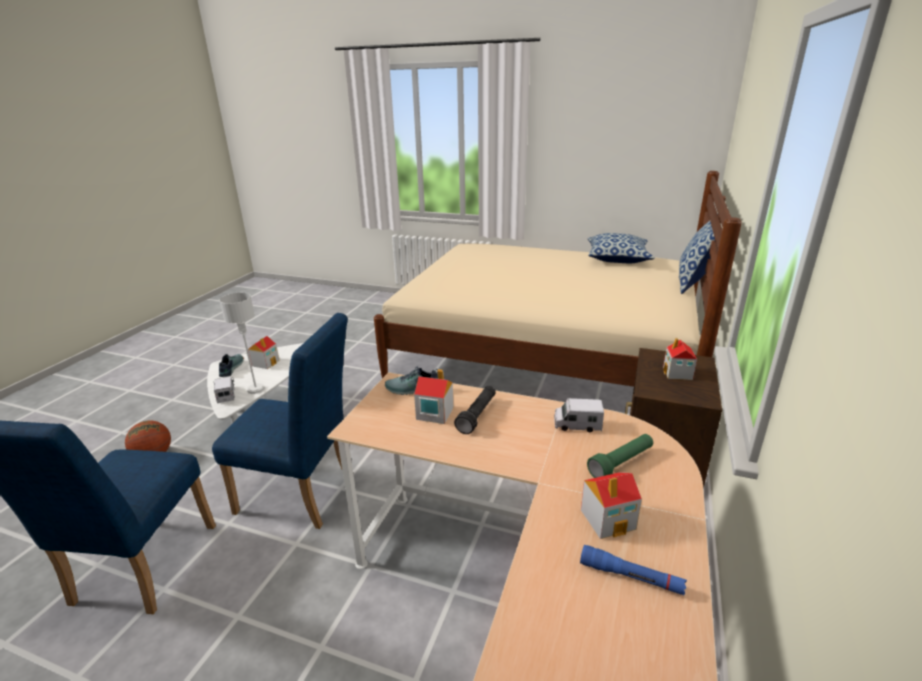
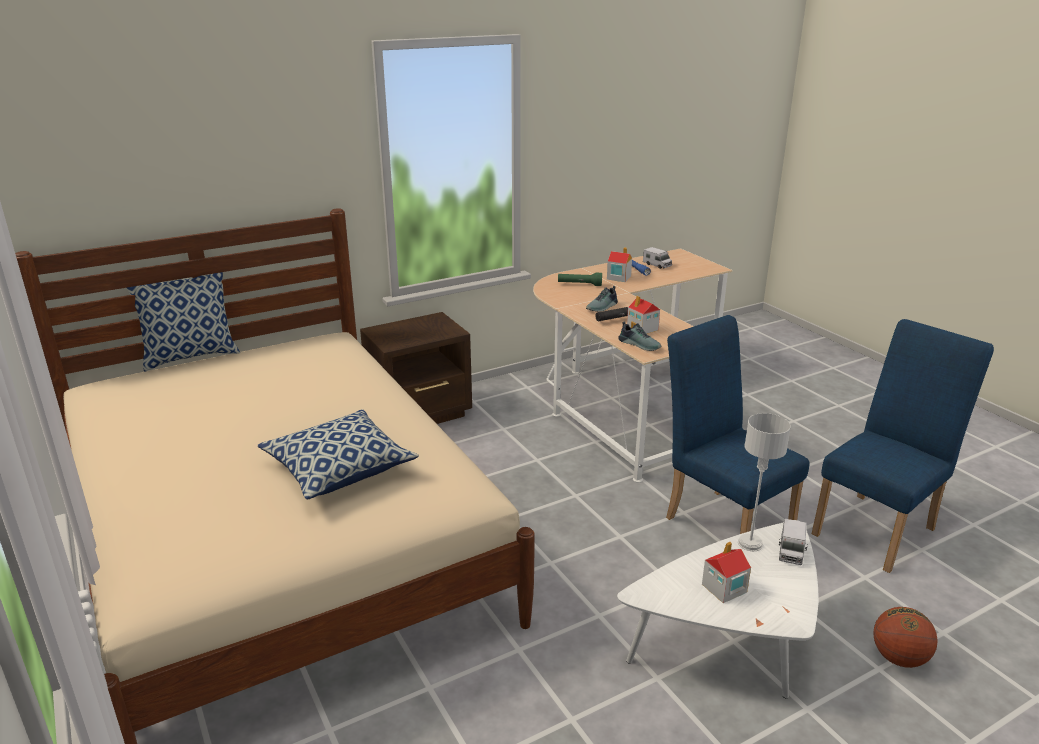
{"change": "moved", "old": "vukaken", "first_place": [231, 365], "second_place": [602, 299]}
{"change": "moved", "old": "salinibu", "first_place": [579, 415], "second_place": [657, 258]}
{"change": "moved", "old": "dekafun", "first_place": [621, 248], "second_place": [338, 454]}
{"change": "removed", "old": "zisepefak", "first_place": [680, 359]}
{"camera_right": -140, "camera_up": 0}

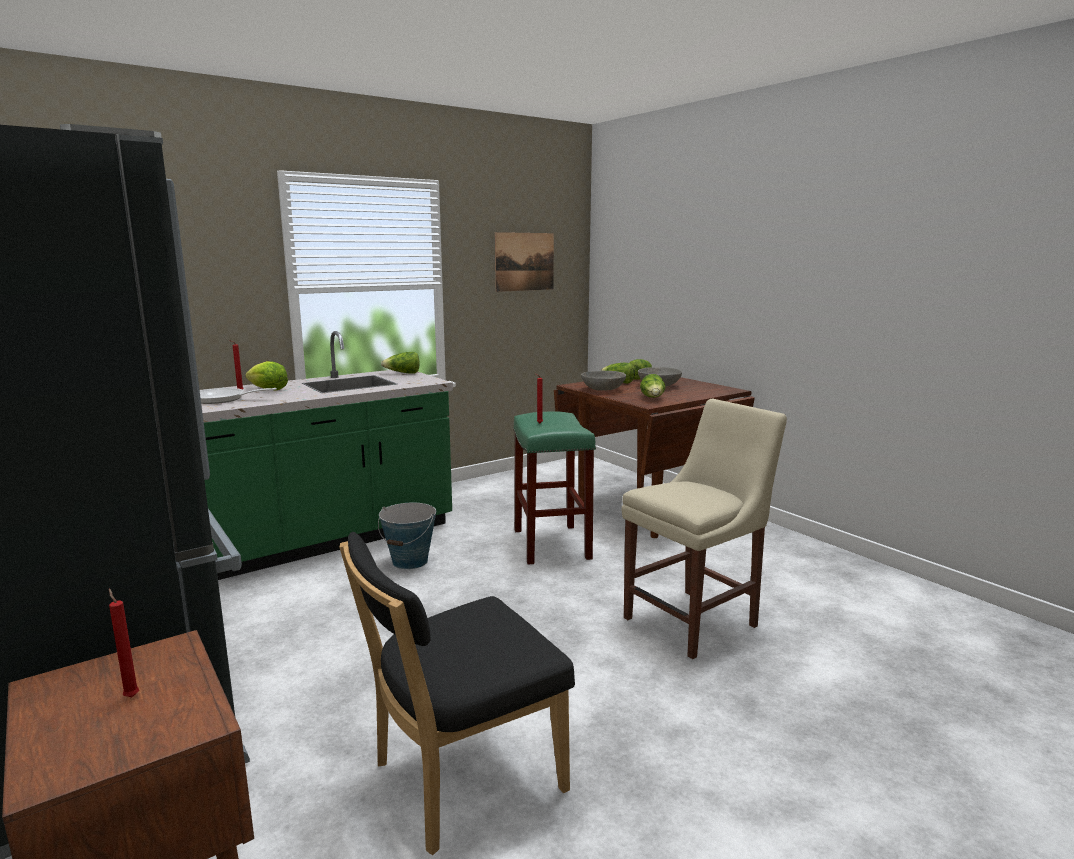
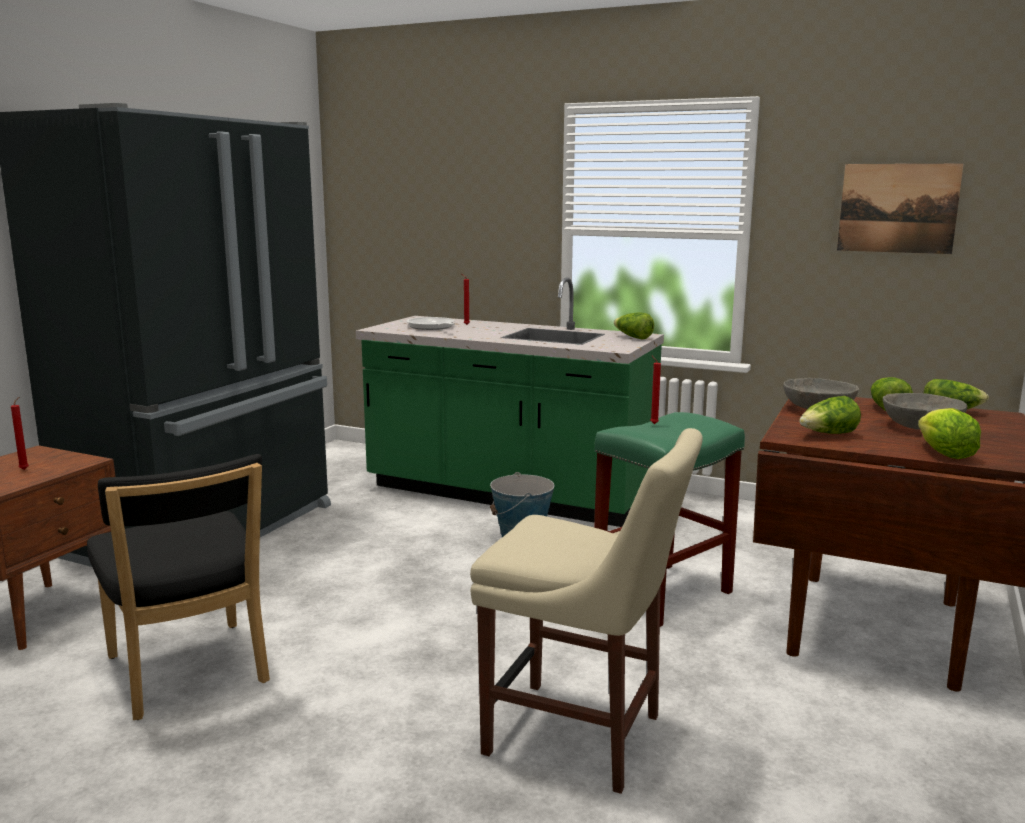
{"change": "moved", "old": "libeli", "first_place": [266, 375], "second_place": [949, 433]}
{"change": "turned", "old": "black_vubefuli", "first_place": [457, 693], "second_place": [178, 587], "degrees": -150}
{"camera_right": 60, "camera_up": 0}

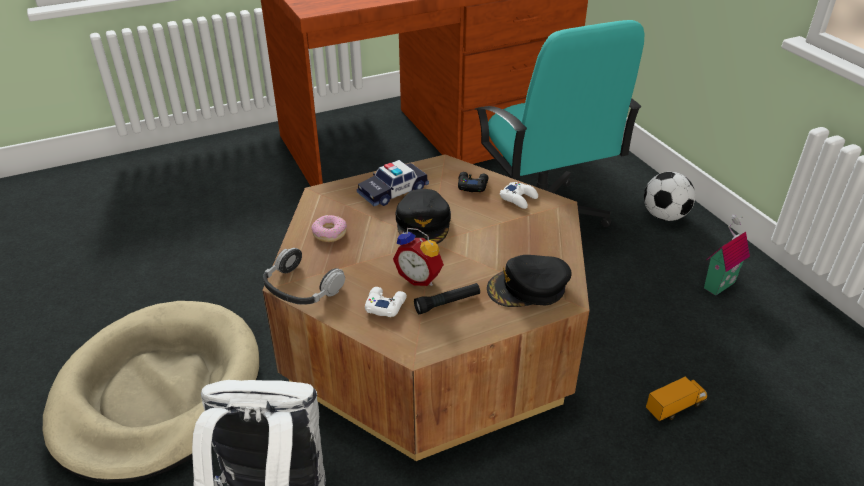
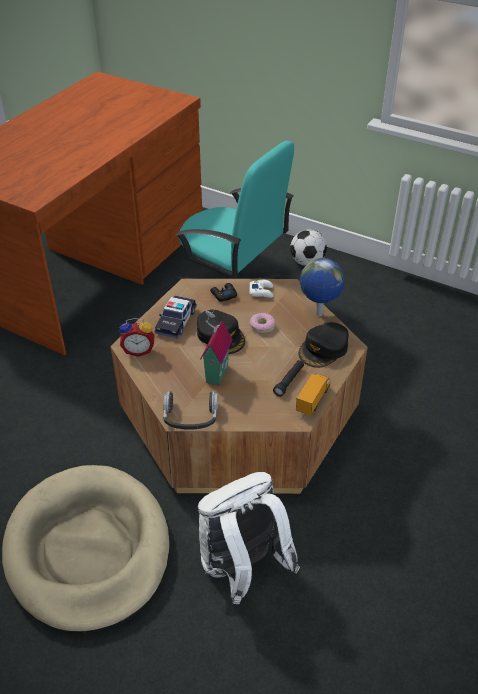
{"change": "moved", "old": "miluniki", "first_place": [329, 228], "second_place": [262, 323]}
{"change": "removed", "old": "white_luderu", "first_place": [386, 302]}
{"change": "moved", "old": "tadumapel", "first_place": [418, 257], "second_place": [136, 337]}
{"change": "moved", "old": "salinibu", "first_place": [676, 398], "second_place": [313, 395]}
{"change": "moved", "old": "zisepefak", "first_place": [727, 255], "second_place": [216, 347]}
{"change": "added", "new": "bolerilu", "second_place": [322, 287]}
{"camera_right": -35, "camera_up": 5}

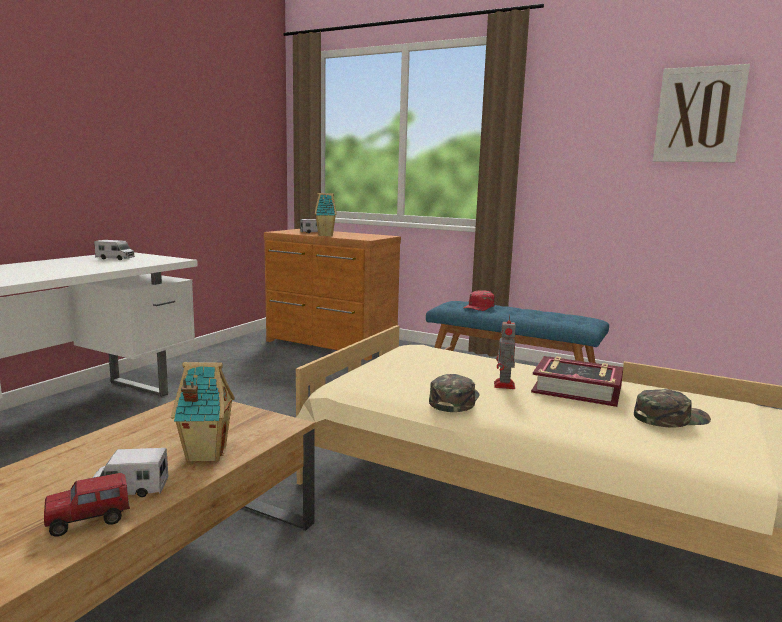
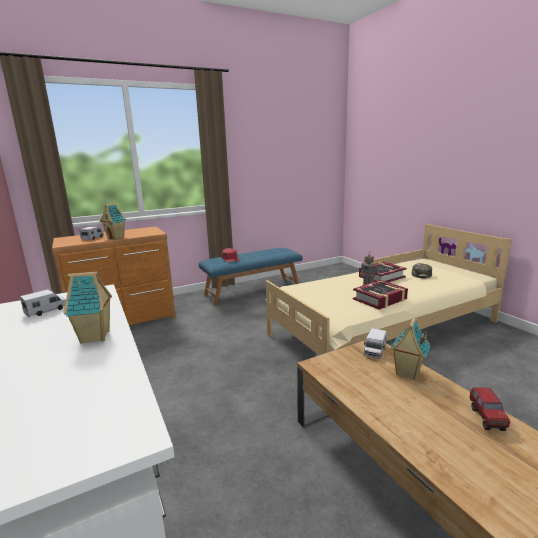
{"change": "moved", "old": "salinibu", "first_place": [130, 472], "second_place": [375, 343]}
{"change": "replaced", "old": "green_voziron", "new": "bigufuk", "first_place": [454, 393], "second_place": [380, 295]}
{"change": "removed", "old": "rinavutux", "first_place": [701, 113]}
{"change": "added", "new": "zisepefak", "second_place": [88, 308]}
{"camera_right": -55, "camera_up": 5}

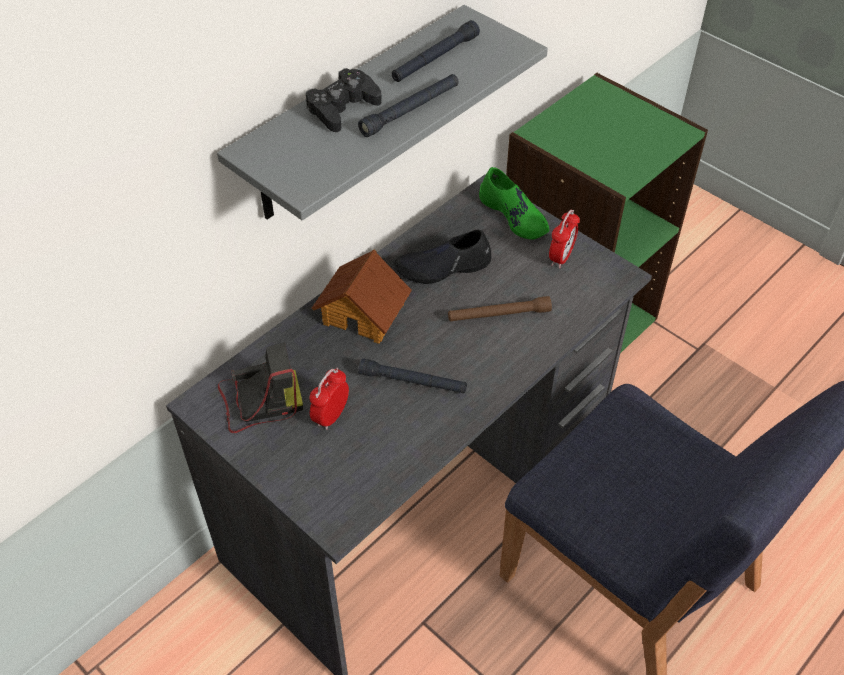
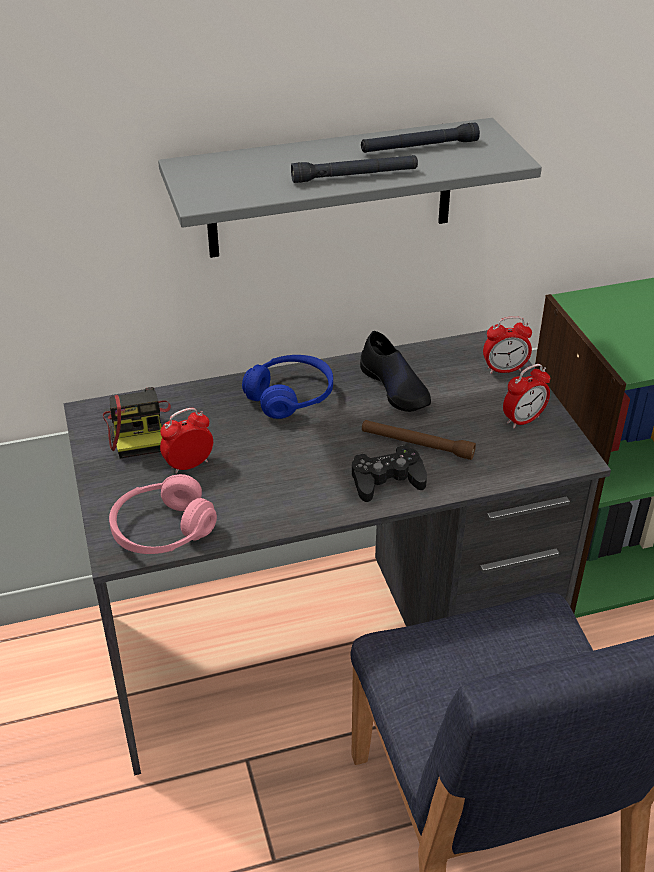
{"change": "turned", "old": "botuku", "first_place": [260, 388], "second_place": [137, 423], "degrees": 60}
{"change": "moved", "old": "black_luderu", "first_place": [344, 100], "second_place": [389, 473]}
{"change": "replaced", "old": "zisepefak", "new": "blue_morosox", "first_place": [362, 296], "second_place": [287, 387]}
{"change": "removed", "old": "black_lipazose", "first_place": [412, 375]}
{"change": "turned", "old": "black_vukaken", "first_place": [442, 257], "second_place": [395, 371], "degrees": -135}
{"change": "replaced", "old": "green_vukaken", "new": "tadumapel", "first_place": [514, 203], "second_place": [507, 345]}
{"change": "added", "new": "pink_morosox", "second_place": [163, 514]}
{"camera_right": 30, "camera_up": -10}

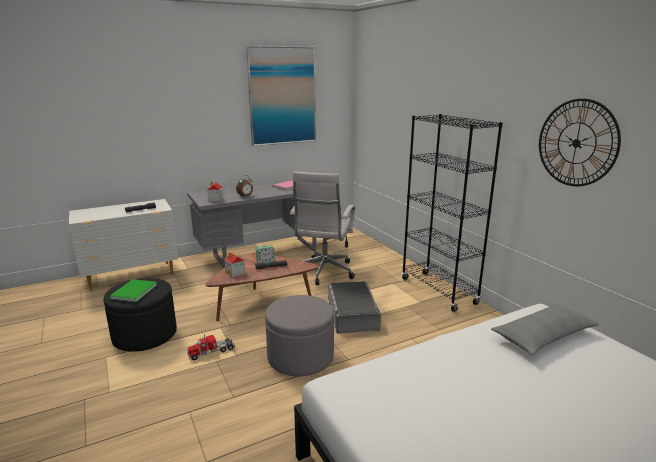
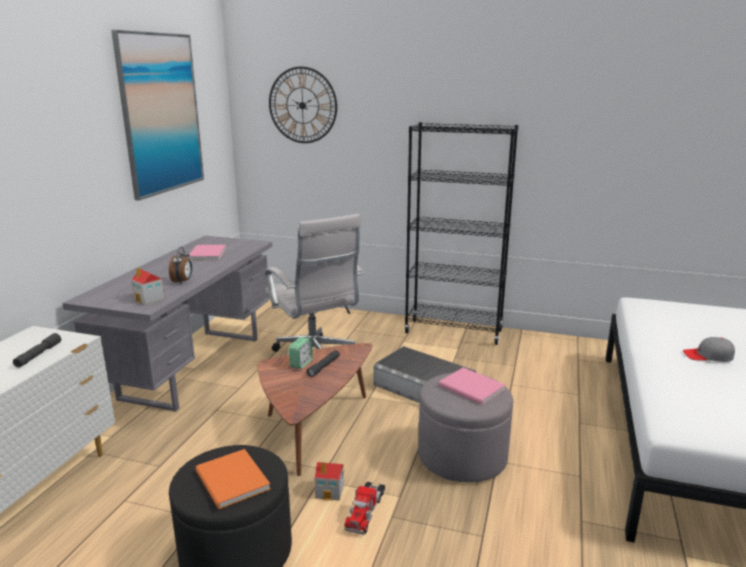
{"change": "recoloured", "old": "green_bigufuk", "new": "orange_bigufuk", "first_place": [133, 290], "second_place": [232, 479]}
{"change": "moved", "old": "zisepefak", "first_place": [234, 264], "second_place": [329, 481]}
{"change": "removed", "old": "grey_dekafun", "first_place": [545, 329]}
{"change": "moved", "old": "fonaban", "first_place": [580, 142], "second_place": [303, 105]}
{"change": "added", "new": "pink_bigufuk", "second_place": [472, 386]}
{"change": "added", "new": "grey_voziron", "second_place": [709, 349]}
{"camera_right": -45, "camera_up": 0}

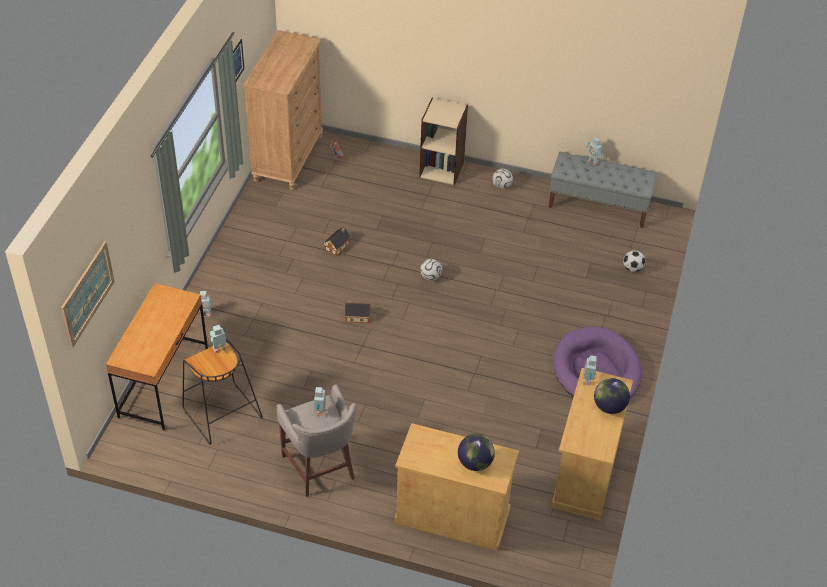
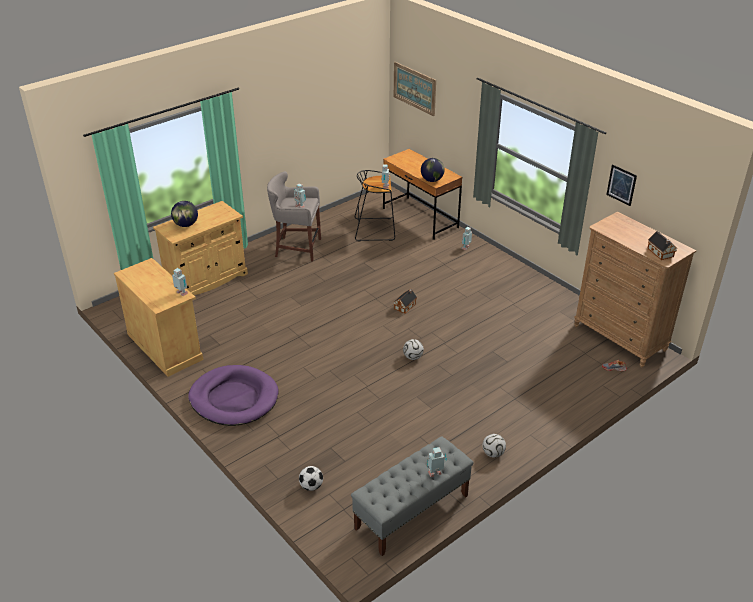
{"change": "moved", "old": "zisepefak", "first_place": [337, 241], "second_place": [663, 245]}
{"change": "removed", "old": "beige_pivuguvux", "first_place": [443, 141]}
{"change": "moved", "old": "bolerilu", "first_place": [612, 396], "second_place": [433, 170]}
{"camera_right": 125, "camera_up": -10}

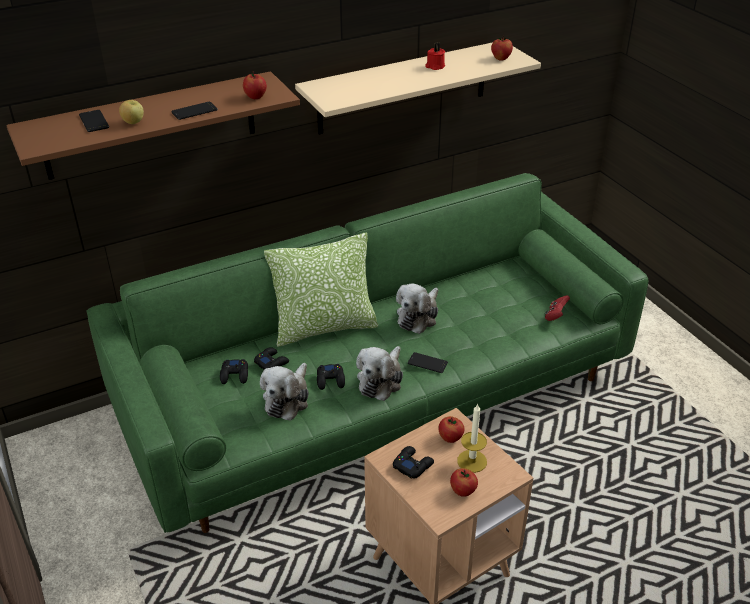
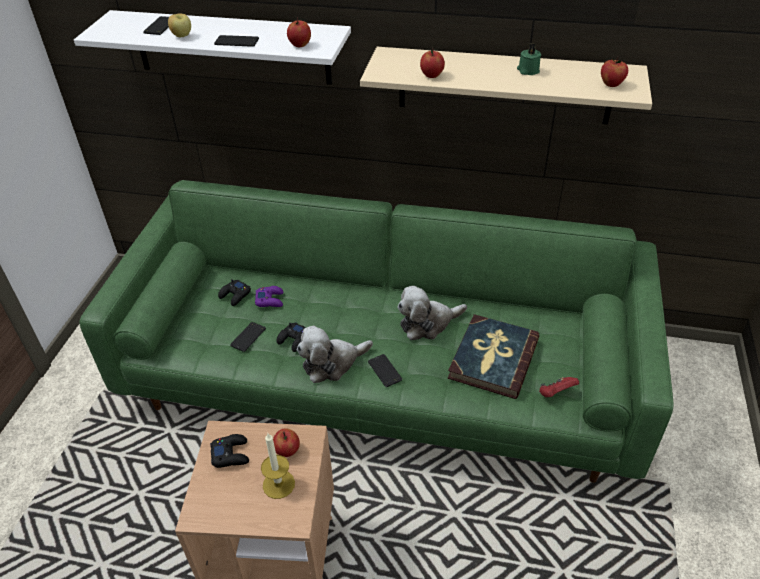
{"change": "recoloured", "old": "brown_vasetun", "new": "white_vasetun", "first_place": [153, 125], "second_place": [212, 47]}
{"change": "recoloured", "old": "black_luderu", "new": "purple_luderu", "first_place": [271, 358], "second_place": [269, 296]}
{"change": "replaced", "old": "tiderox", "new": "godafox", "first_place": [284, 392], "second_place": [248, 337]}
{"change": "removed", "old": "dekafun", "first_place": [321, 290]}
{"change": "recoloured", "old": "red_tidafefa", "new": "green_tidafefa", "first_place": [435, 56], "second_place": [529, 59]}
{"change": "moved", "old": "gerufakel", "first_place": [464, 482], "second_place": [432, 63]}
{"change": "added", "new": "bigufuk", "second_place": [493, 356]}
{"camera_right": 40, "camera_up": 5}

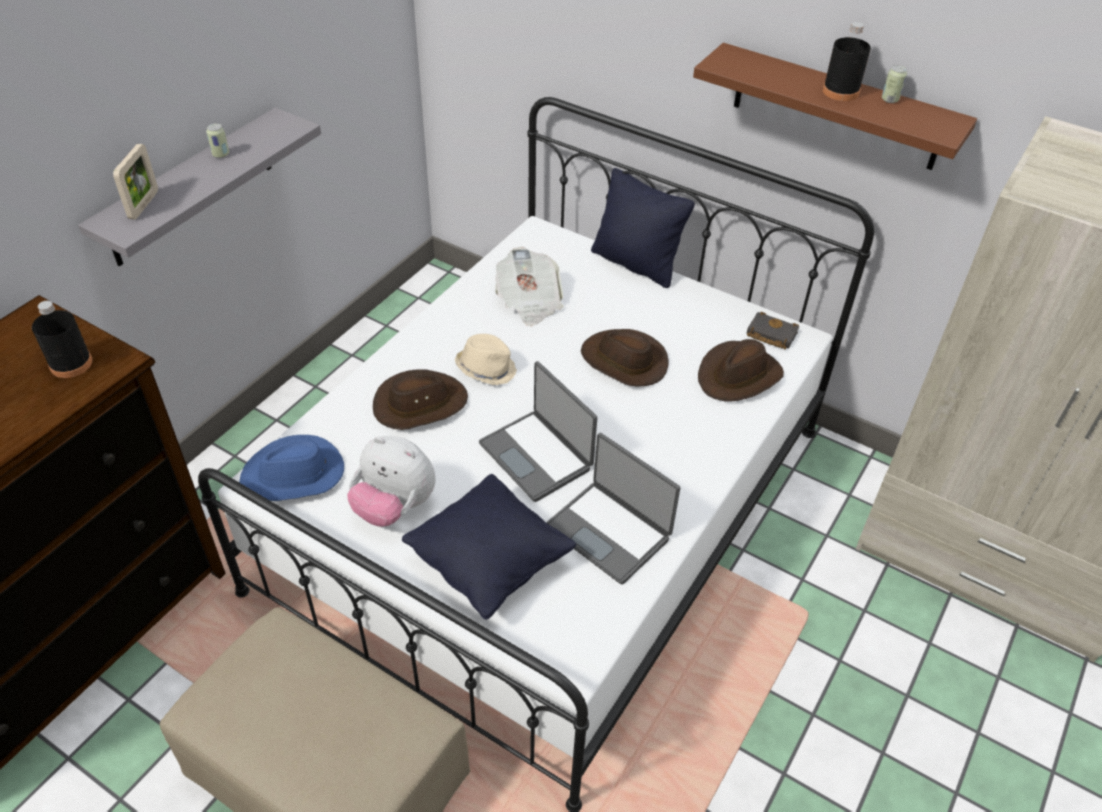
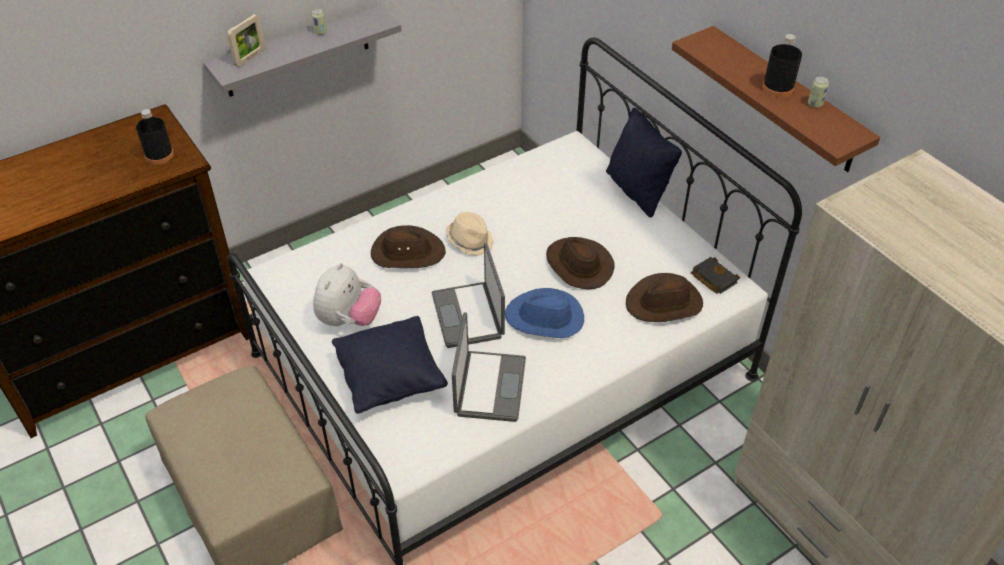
{"change": "moved", "old": "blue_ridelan", "first_place": [291, 468], "second_place": [544, 313]}
{"change": "turned", "old": "tiderox", "first_place": [391, 481], "second_place": [347, 294], "degrees": -120}
{"change": "removed", "old": "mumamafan", "first_place": [529, 287]}
{"change": "turned", "old": "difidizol", "first_place": [613, 508], "second_place": [489, 367], "degrees": -150}
{"camera_right": 25, "camera_up": 0}

